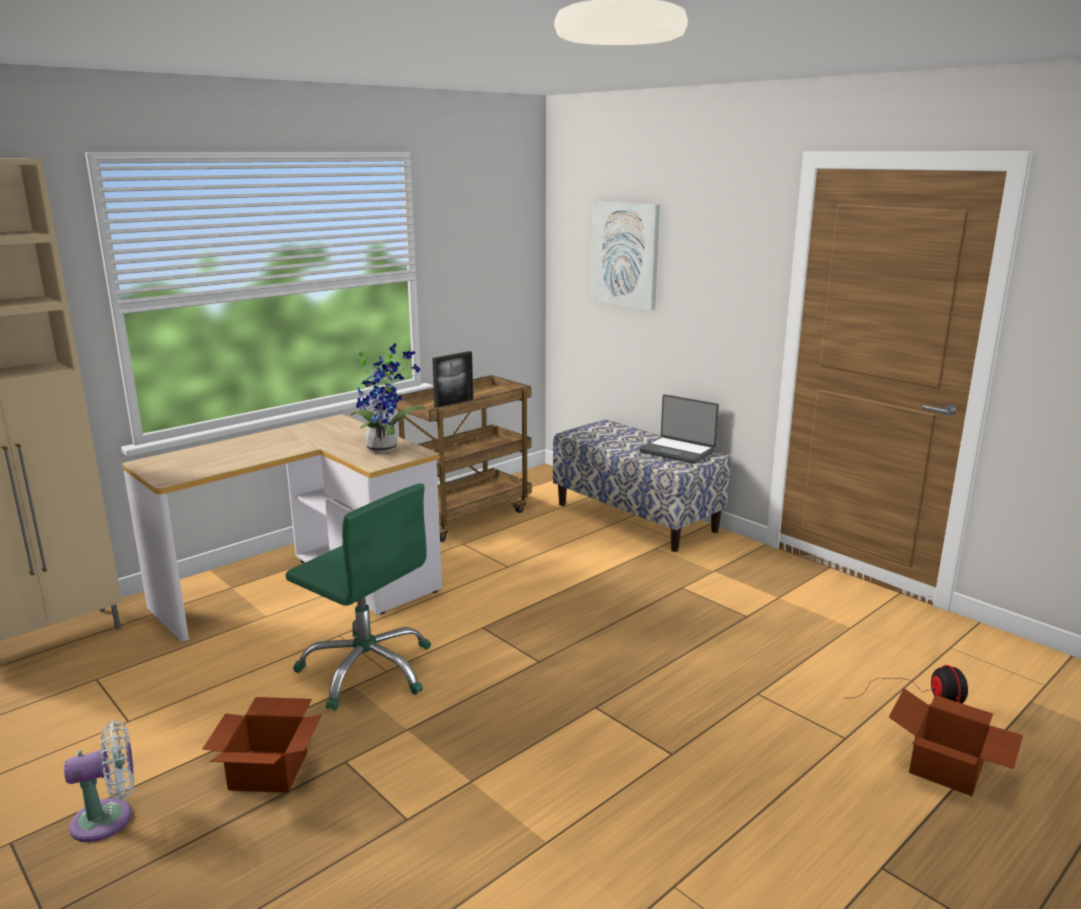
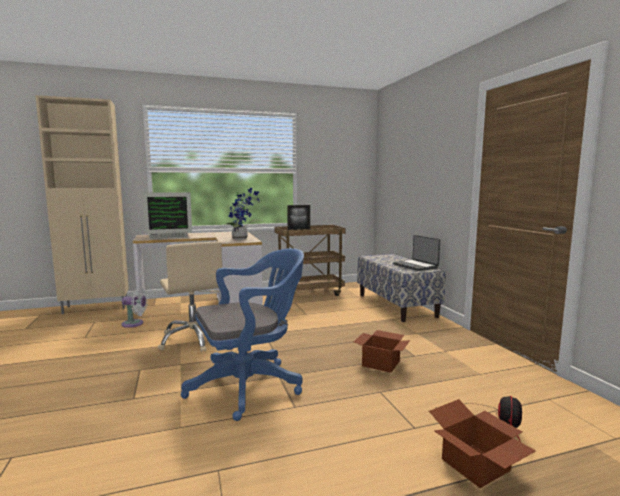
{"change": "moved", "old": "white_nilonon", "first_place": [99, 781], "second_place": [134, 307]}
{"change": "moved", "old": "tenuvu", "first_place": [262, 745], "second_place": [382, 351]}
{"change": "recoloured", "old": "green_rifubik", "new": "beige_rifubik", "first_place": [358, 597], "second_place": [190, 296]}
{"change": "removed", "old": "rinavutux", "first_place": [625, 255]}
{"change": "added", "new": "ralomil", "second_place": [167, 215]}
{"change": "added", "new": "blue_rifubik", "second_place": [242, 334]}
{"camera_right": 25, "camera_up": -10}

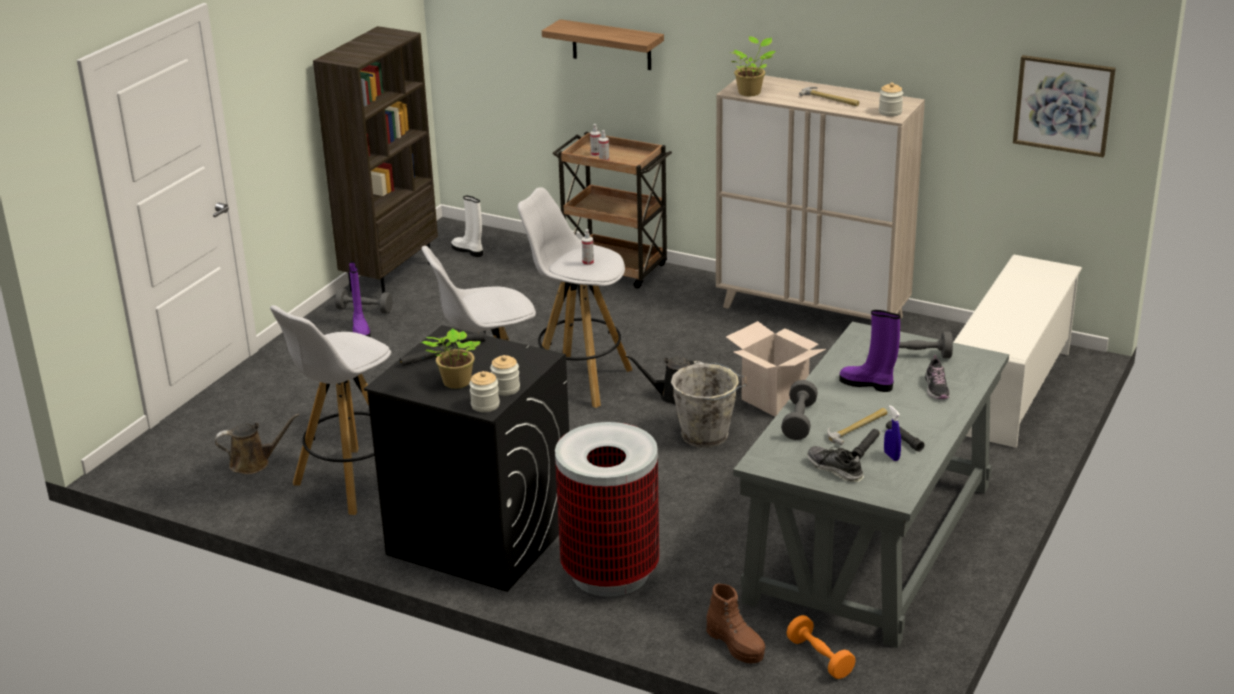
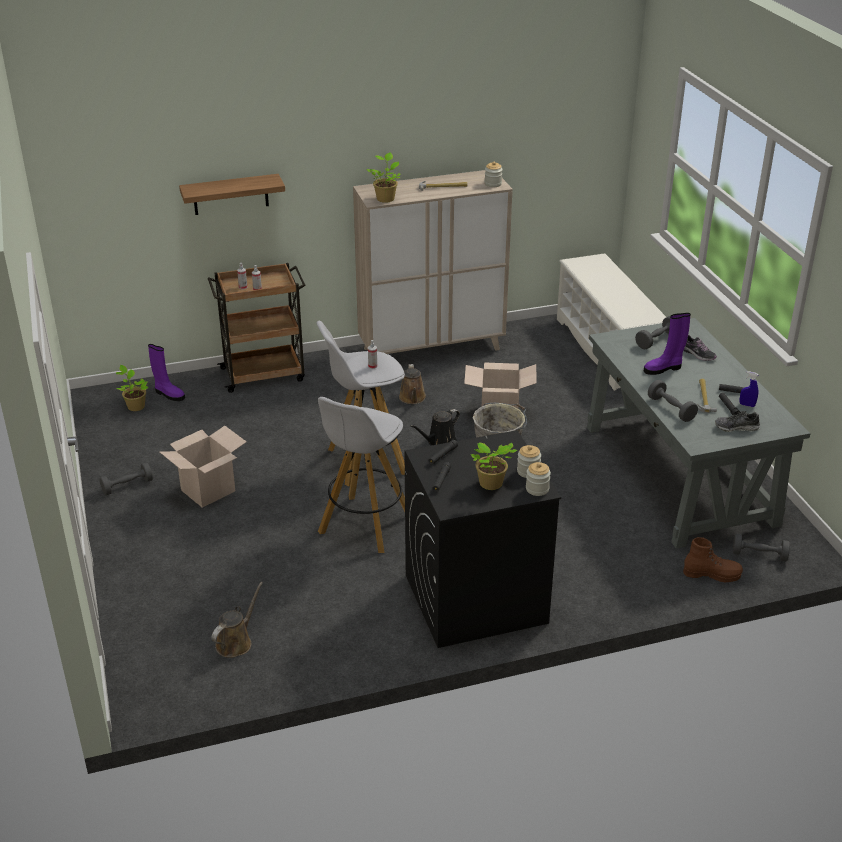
{"change": "removed", "old": "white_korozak", "first_place": [330, 410]}
{"change": "removed", "old": "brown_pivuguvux", "first_place": [375, 159]}
{"change": "moved", "old": "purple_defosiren", "first_place": [360, 299], "second_place": [166, 372]}
{"change": "replaced", "old": "white_defosiren", "new": "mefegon", "first_place": [467, 226], "second_place": [132, 388]}
{"change": "removed", "old": "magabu", "first_place": [607, 509]}
{"change": "recoloured", "old": "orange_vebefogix", "new": "grey_vebefogix", "first_place": [821, 647], "second_place": [761, 547]}
{"change": "removed", "old": "rinavutux", "first_place": [1064, 106]}
{"change": "added", "new": "tenuvu", "second_place": [203, 467]}
{"change": "added", "new": "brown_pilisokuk", "second_place": [412, 384]}
{"camera_right": -45, "camera_up": 5}

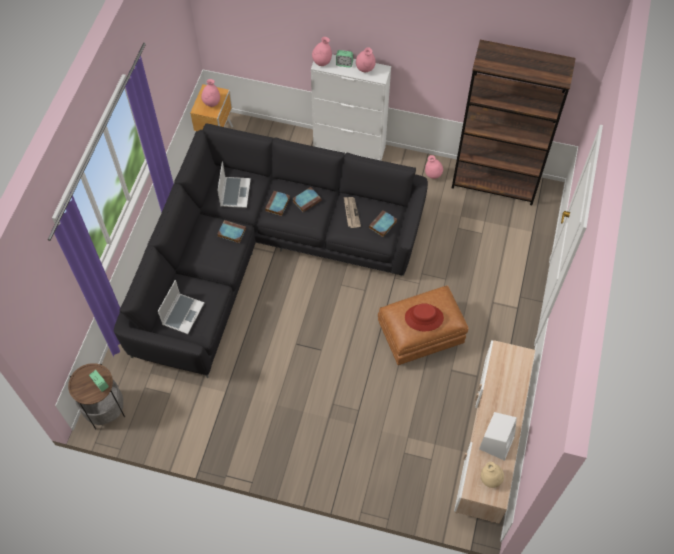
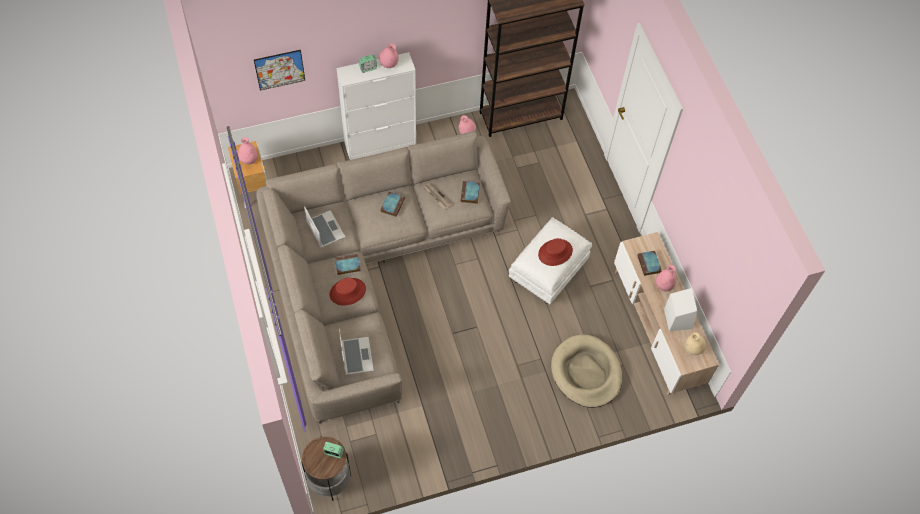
{"change": "recoloured", "old": "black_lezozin", "new": "beige_lezozin", "first_place": [271, 251], "second_place": [383, 277]}
{"change": "moved", "old": "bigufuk", "first_place": [277, 203], "second_place": [649, 263]}
{"change": "moved", "old": "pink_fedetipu", "first_place": [322, 51], "second_place": [666, 278]}
{"change": "recoloured", "old": "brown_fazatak", "new": "white_fazatak", "first_place": [423, 325], "second_place": [550, 261]}
{"change": "added", "new": "rinavutux", "second_place": [279, 70]}
{"change": "added", "new": "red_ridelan", "second_place": [348, 292]}
{"change": "added", "new": "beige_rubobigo", "second_place": [586, 371]}
{"camera_right": -35, "camera_up": 0}

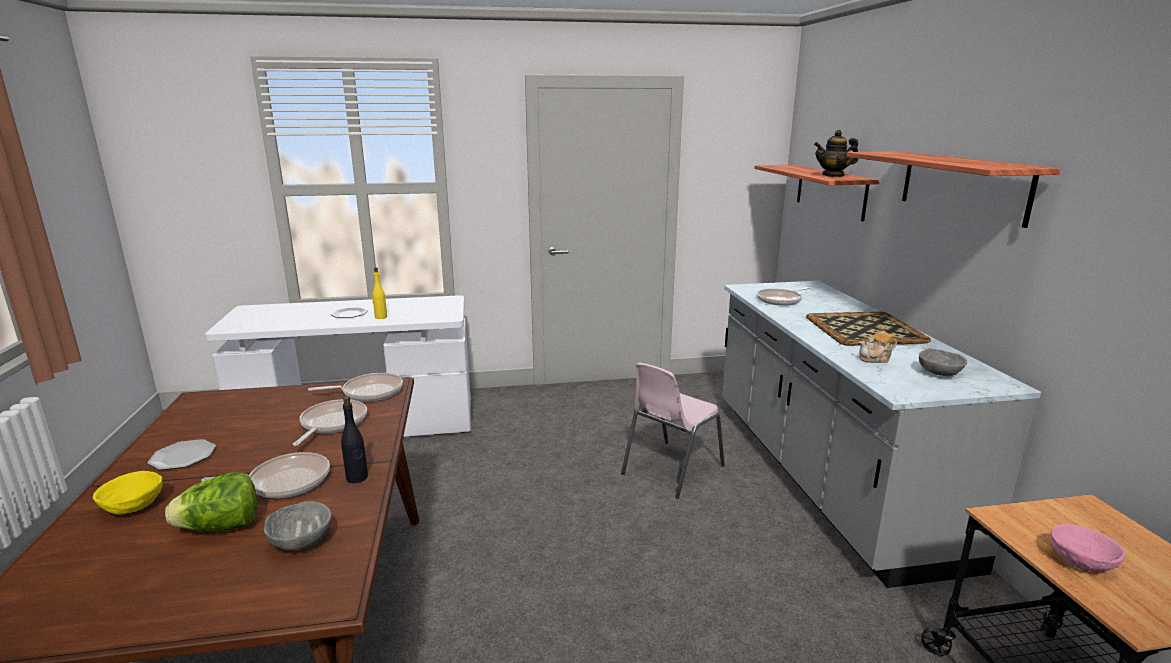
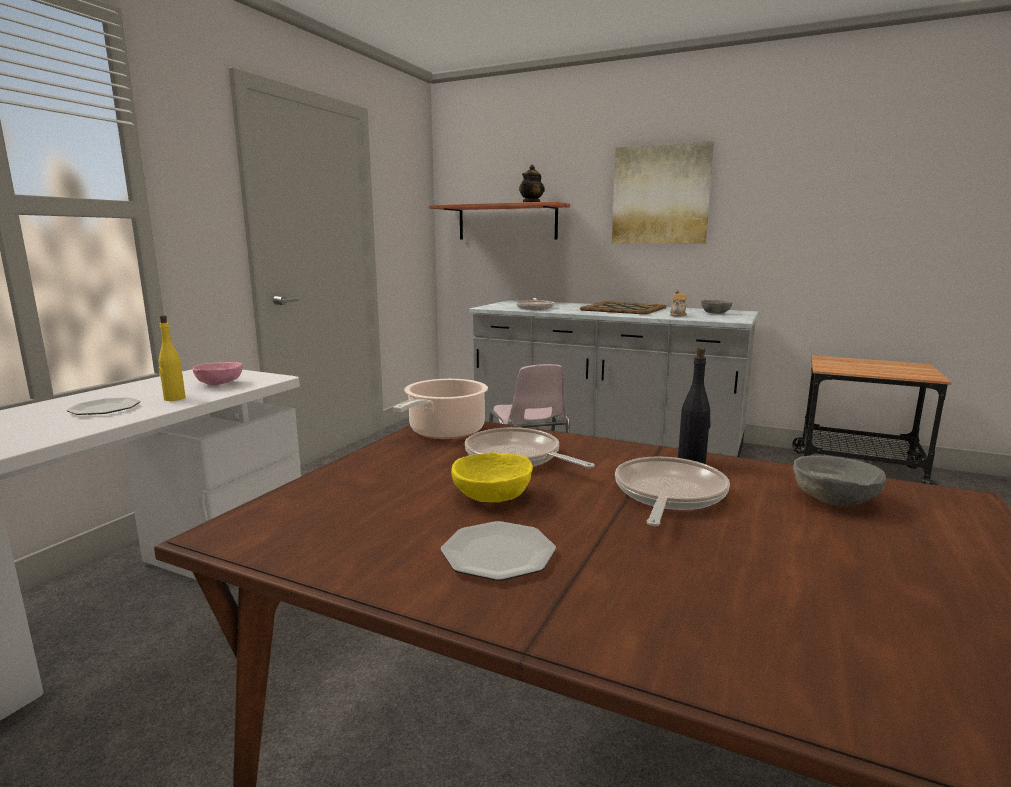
{"change": "moved", "old": "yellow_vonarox", "first_place": [128, 493], "second_place": [492, 477]}
{"change": "removed", "old": "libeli", "first_place": [211, 501]}
{"change": "replaced", "old": "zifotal", "new": "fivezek", "first_place": [355, 387], "second_place": [440, 409]}
{"change": "replaced", "old": "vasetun", "new": "rinavutux", "first_place": [954, 189], "second_place": [663, 192]}
{"change": "moved", "old": "pink_vonarox", "first_place": [1088, 547], "second_place": [217, 373]}
{"camera_right": -55, "camera_up": -5}

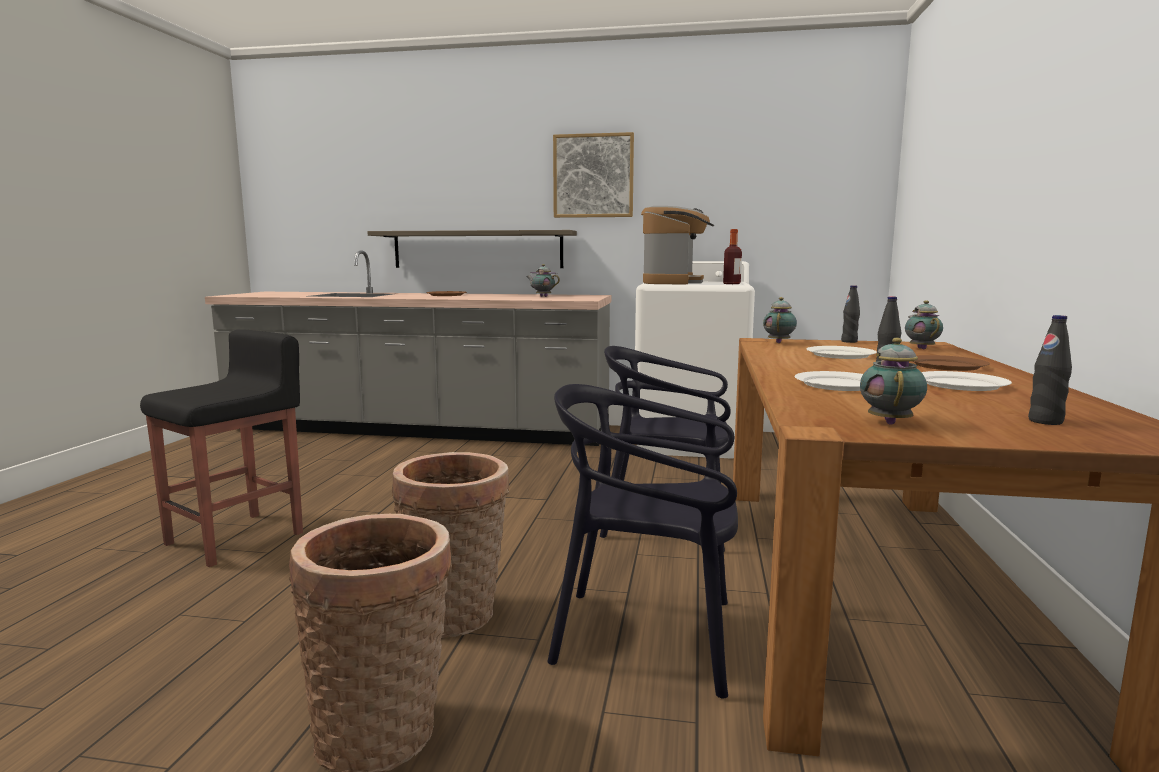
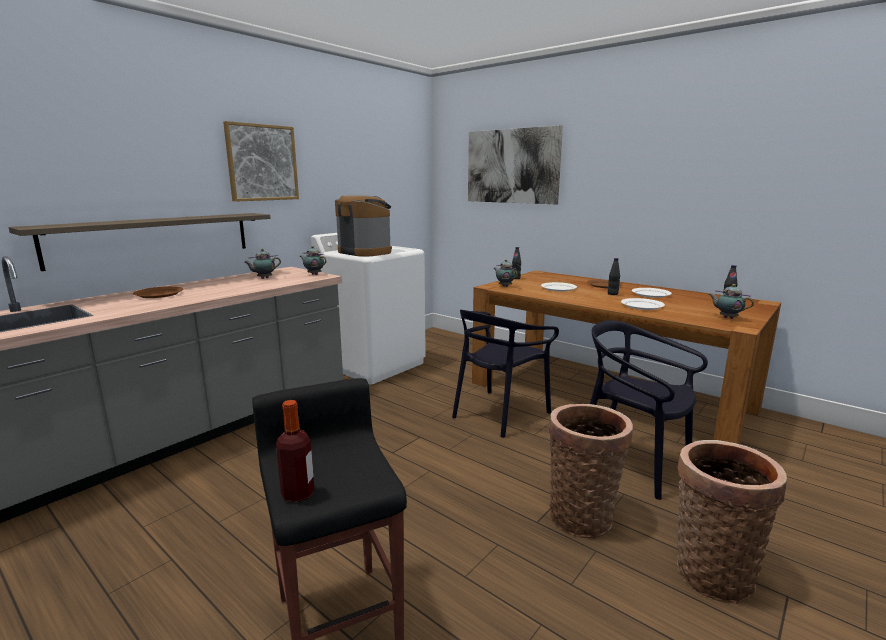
{"change": "turned", "old": "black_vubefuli", "first_place": [643, 541], "second_place": [649, 410], "degrees": 90}
{"change": "moved", "old": "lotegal", "first_place": [732, 256], "second_place": [295, 451]}
{"change": "moved", "old": "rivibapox", "first_place": [924, 324], "second_place": [313, 260]}
{"change": "added", "new": "rinavutux", "second_place": [515, 164]}
{"camera_right": -60, "camera_up": 5}

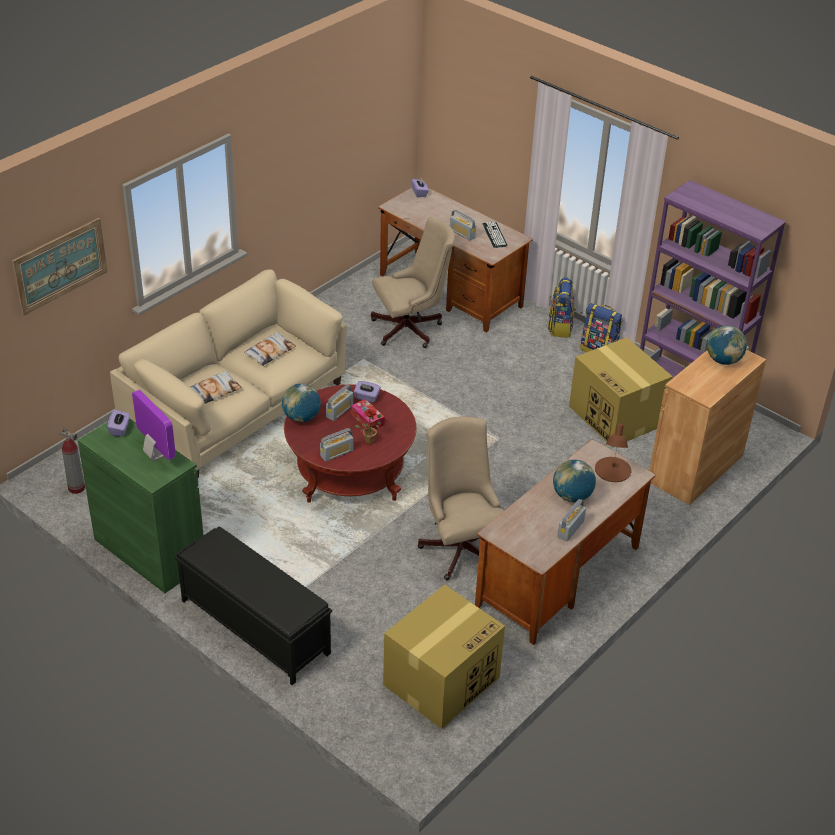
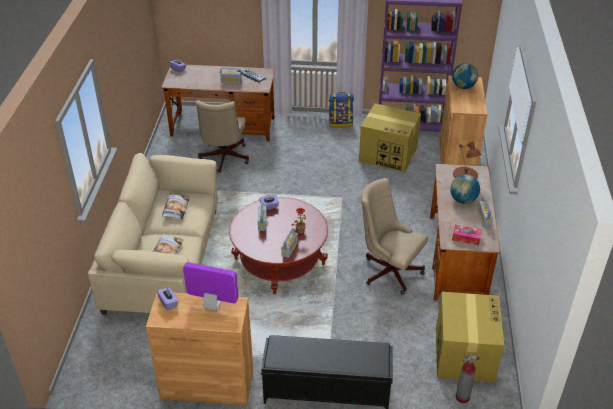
{"change": "removed", "old": "rinavutux", "first_place": [60, 267]}
{"change": "moved", "old": "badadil", "first_place": [71, 461], "second_place": [468, 378]}
{"change": "recoloured", "old": "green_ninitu", "new": "brown_ninitu", "first_place": [141, 505], "second_place": [199, 348]}
{"change": "removed", "old": "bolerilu", "first_place": [301, 403]}
{"change": "moved", "old": "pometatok", "first_place": [368, 414], "second_place": [467, 235]}
{"change": "turned", "old": "beige_rifubik", "first_place": [413, 282], "second_place": [222, 136], "degrees": 150}
{"change": "removed", "old": "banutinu", "first_place": [561, 307]}
{"camera_right": -35, "camera_up": 0}

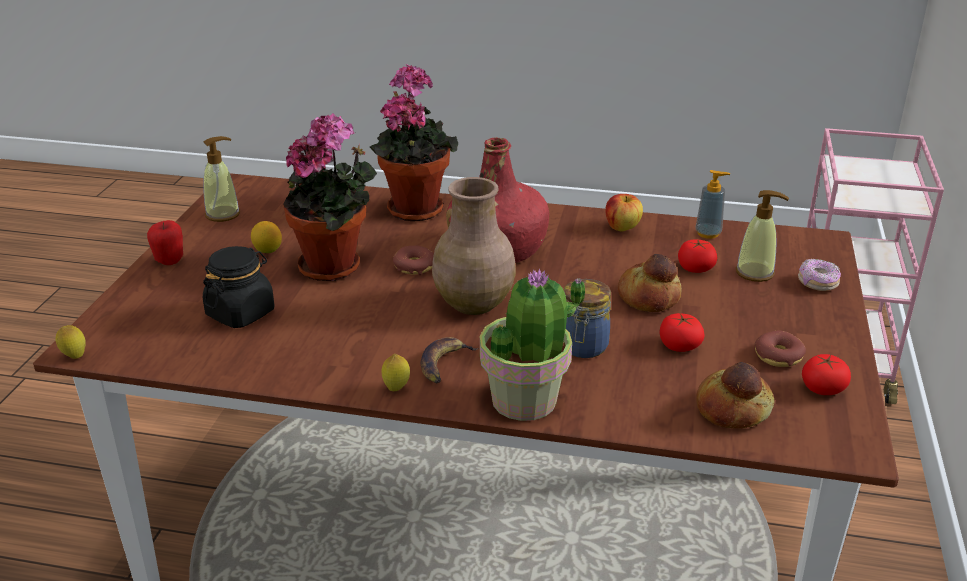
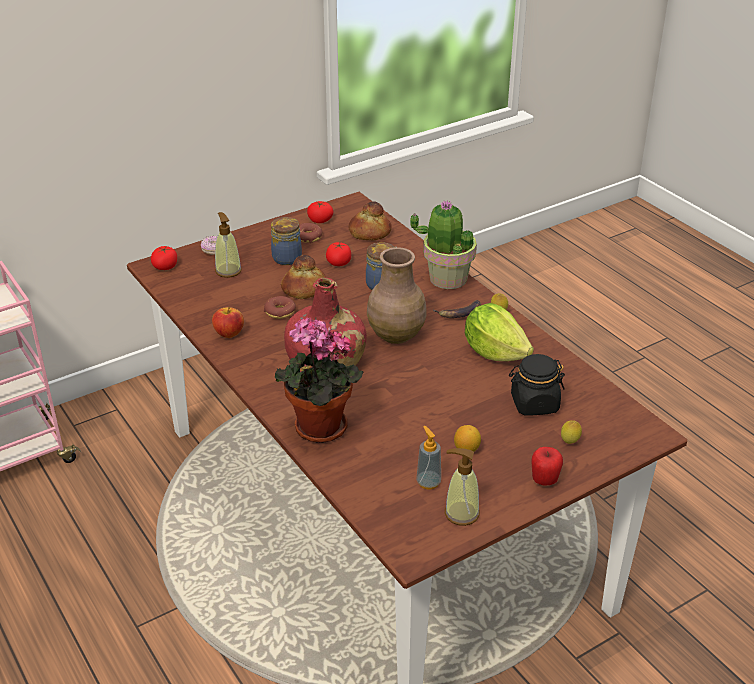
{"change": "moved", "old": "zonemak", "first_place": [70, 342], "second_place": [571, 432]}
{"change": "removed", "old": "mefegon", "first_place": [330, 197]}
{"change": "moved", "old": "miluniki", "first_place": [413, 260], "second_place": [280, 307]}
{"change": "moved", "old": "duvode", "first_place": [697, 256], "second_place": [164, 258]}
{"change": "moved", "old": "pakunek", "first_place": [713, 204], "second_place": [428, 458]}
{"change": "added", "new": "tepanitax", "second_place": [286, 241]}
{"change": "added", "new": "libeli", "second_place": [499, 332]}
{"camera_right": -135, "camera_up": 5}

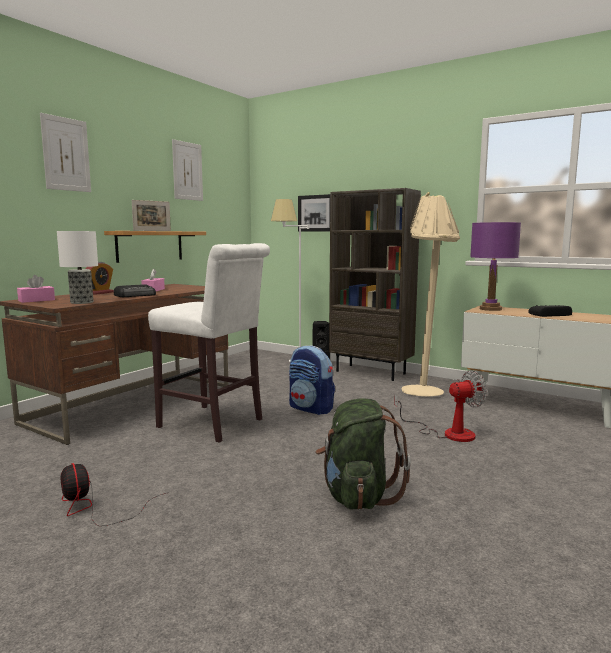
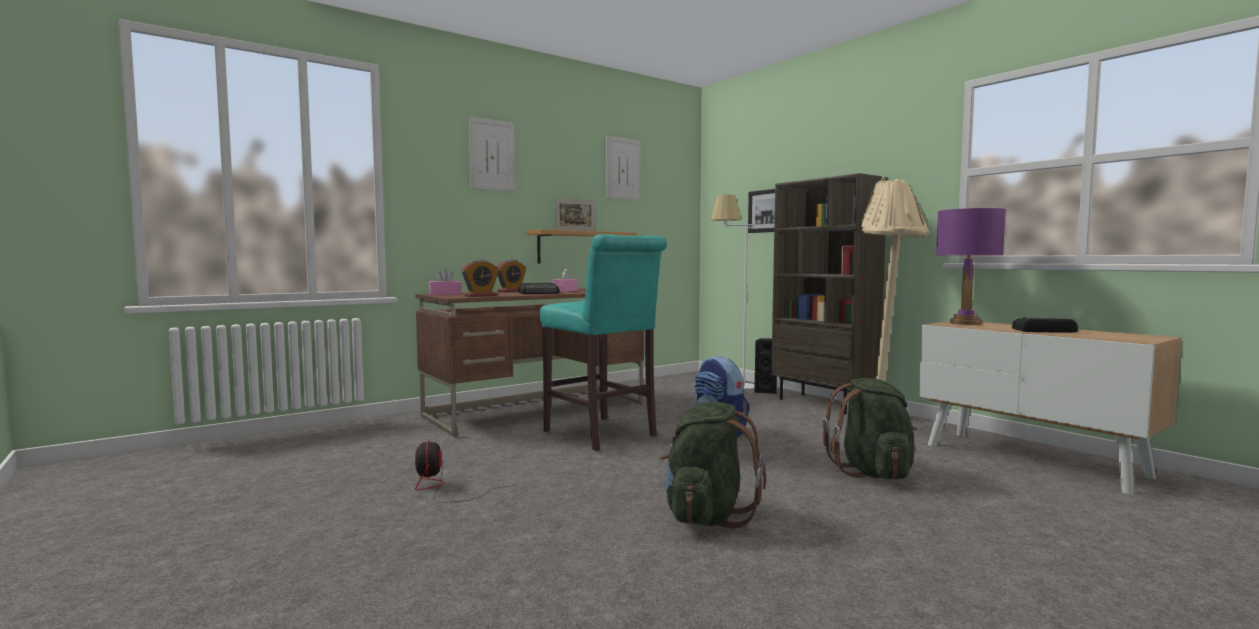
{"change": "replaced", "old": "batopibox", "new": "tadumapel", "first_place": [77, 267], "second_place": [480, 278]}
{"change": "recoloured", "old": "white_korozak", "new": "turquoise_korozak", "first_place": [209, 343], "second_place": [603, 342]}
{"change": "replaced", "old": "nilonon", "new": "green_banutinu", "first_place": [440, 406], "second_place": [870, 429]}
{"camera_right": 20, "camera_up": -5}

